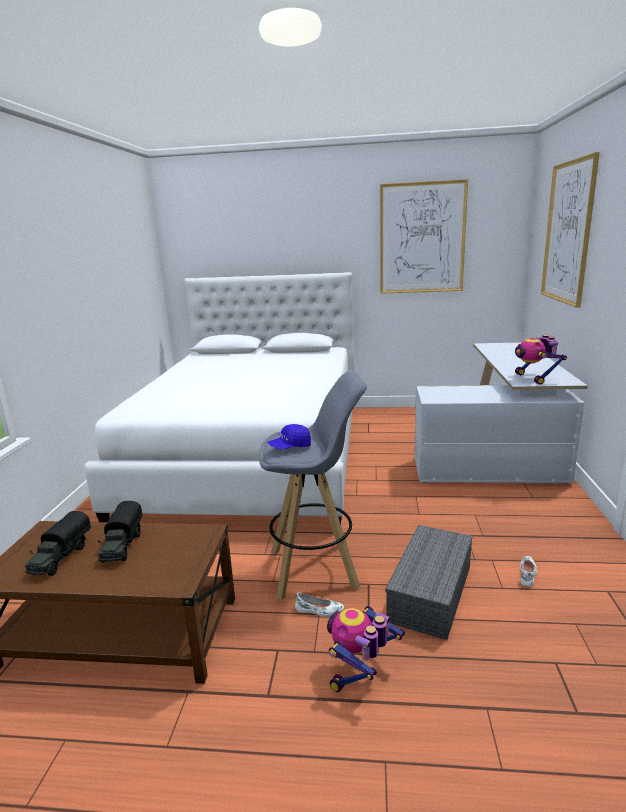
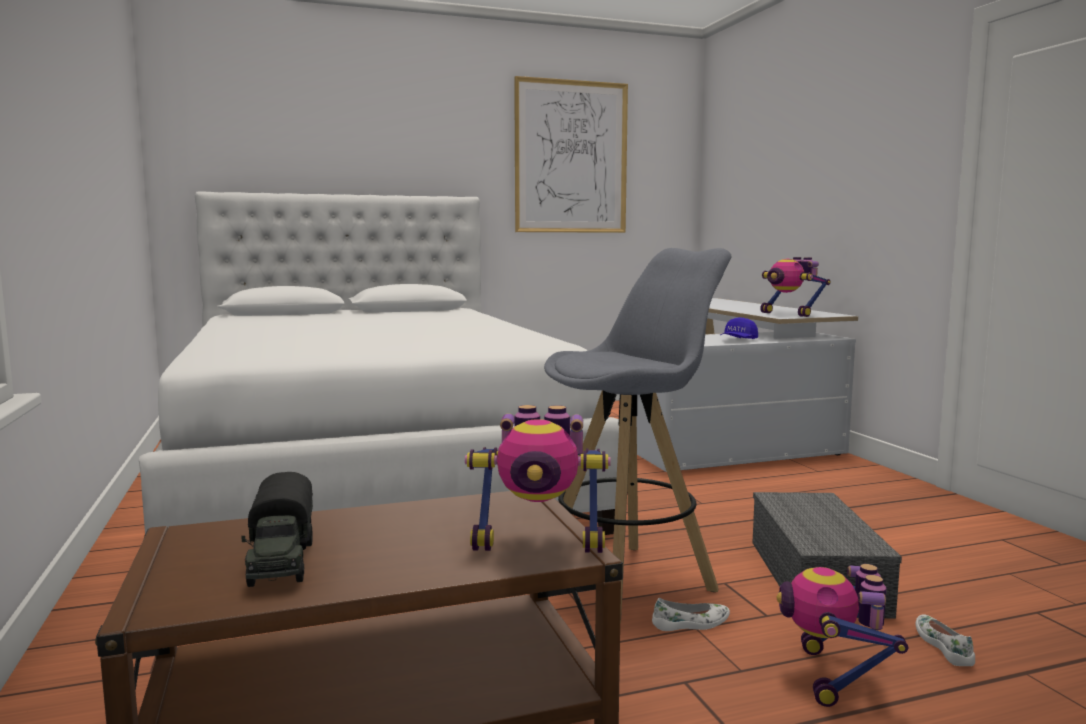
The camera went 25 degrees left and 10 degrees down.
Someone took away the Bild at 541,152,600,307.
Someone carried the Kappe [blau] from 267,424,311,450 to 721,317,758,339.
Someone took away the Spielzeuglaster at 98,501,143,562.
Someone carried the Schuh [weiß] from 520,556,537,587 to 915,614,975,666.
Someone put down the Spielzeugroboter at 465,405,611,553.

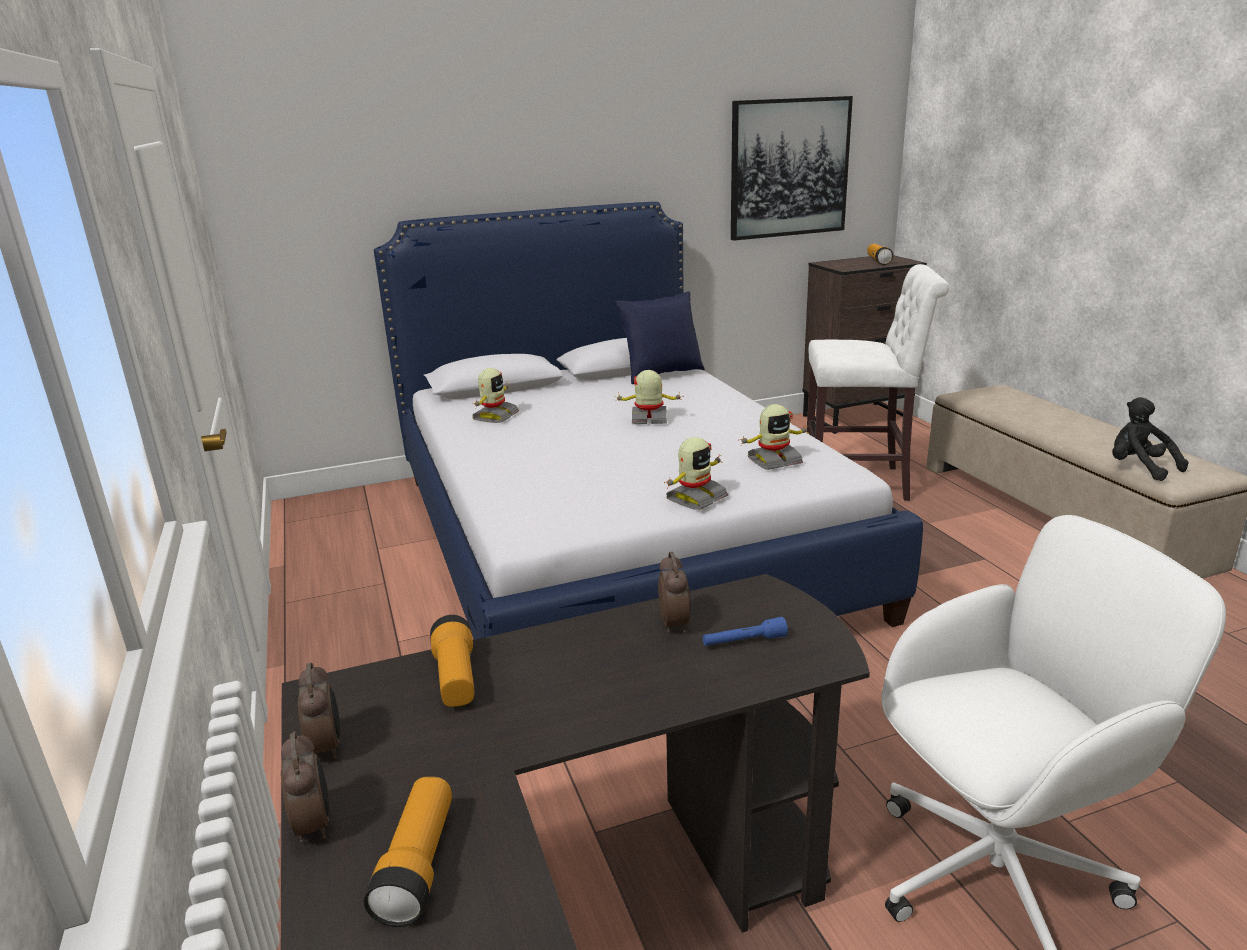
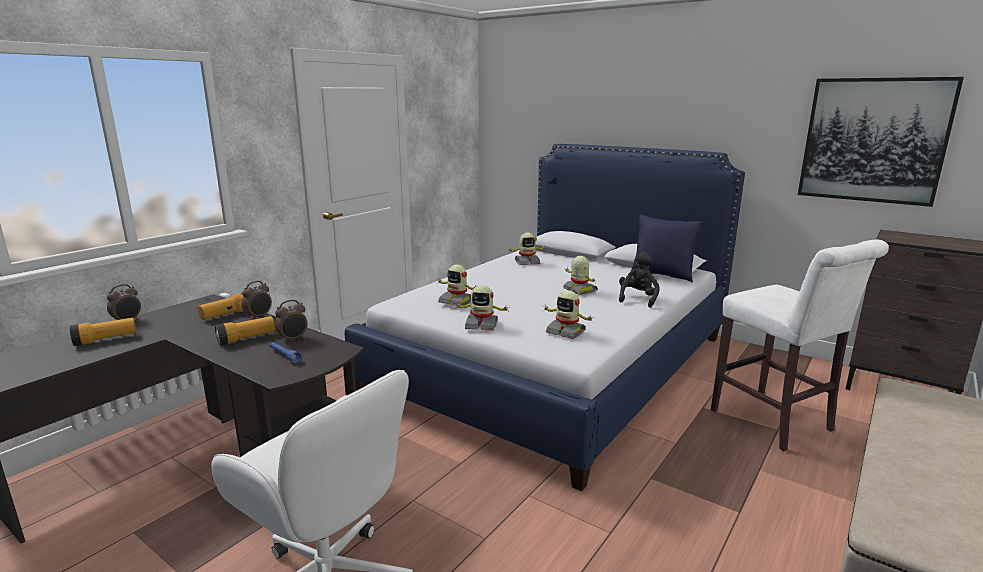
The camera went 55 degrees right and 5 degrees down.
Someone carried the Taschenlampe from 867,244,893,265 to 215,316,275,346.
Someone carried the Plüschtier [schwarz] from 1112,397,1189,481 to 619,252,660,308.
Someone carried the Wecker from 298,663,340,759 to 242,281,272,320.
Someone put down the Spielzeugroboter at 437,265,476,306.

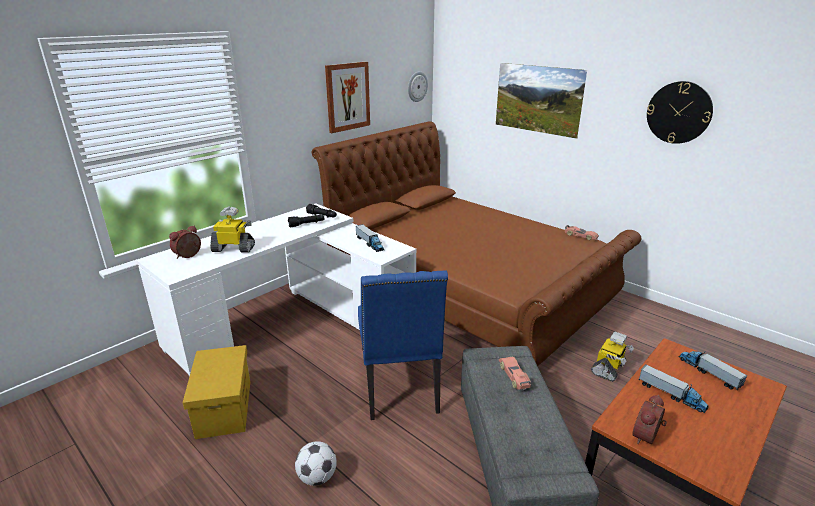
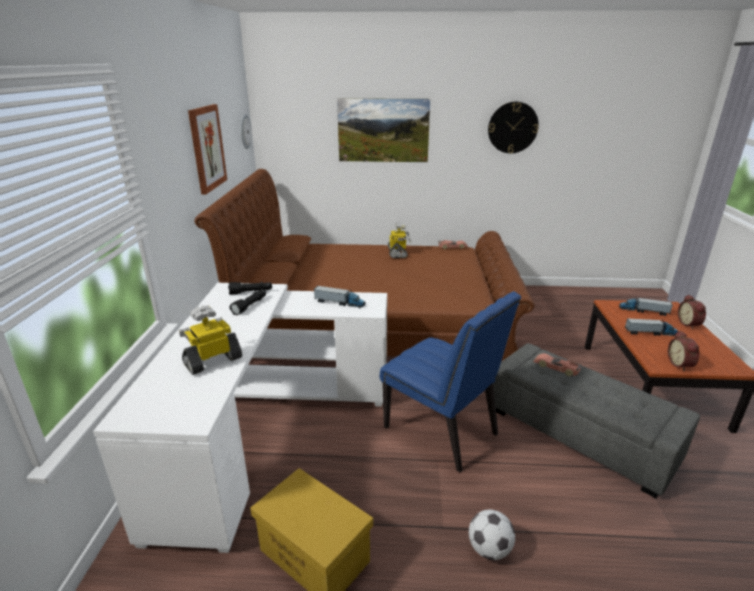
The camera went 40 degrees left and 0 degrees up.
Someone carried the Wecker from 169,226,201,259 to 678,295,706,329.
Someone carried the Spielzeugroboter from 591,331,634,382 to 388,223,411,258.

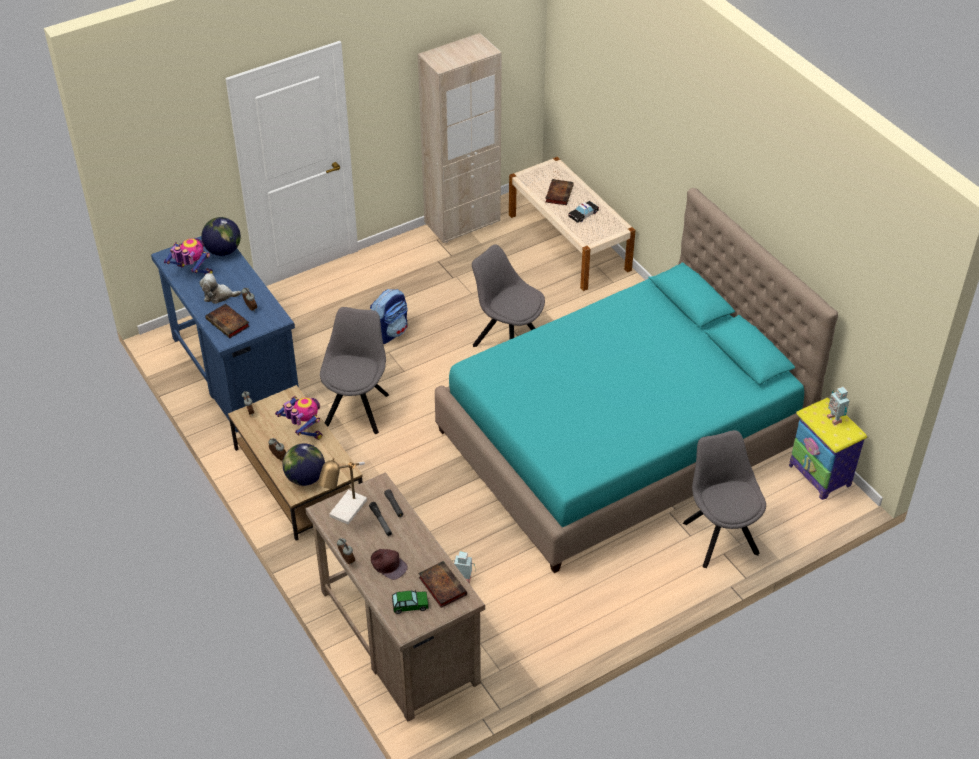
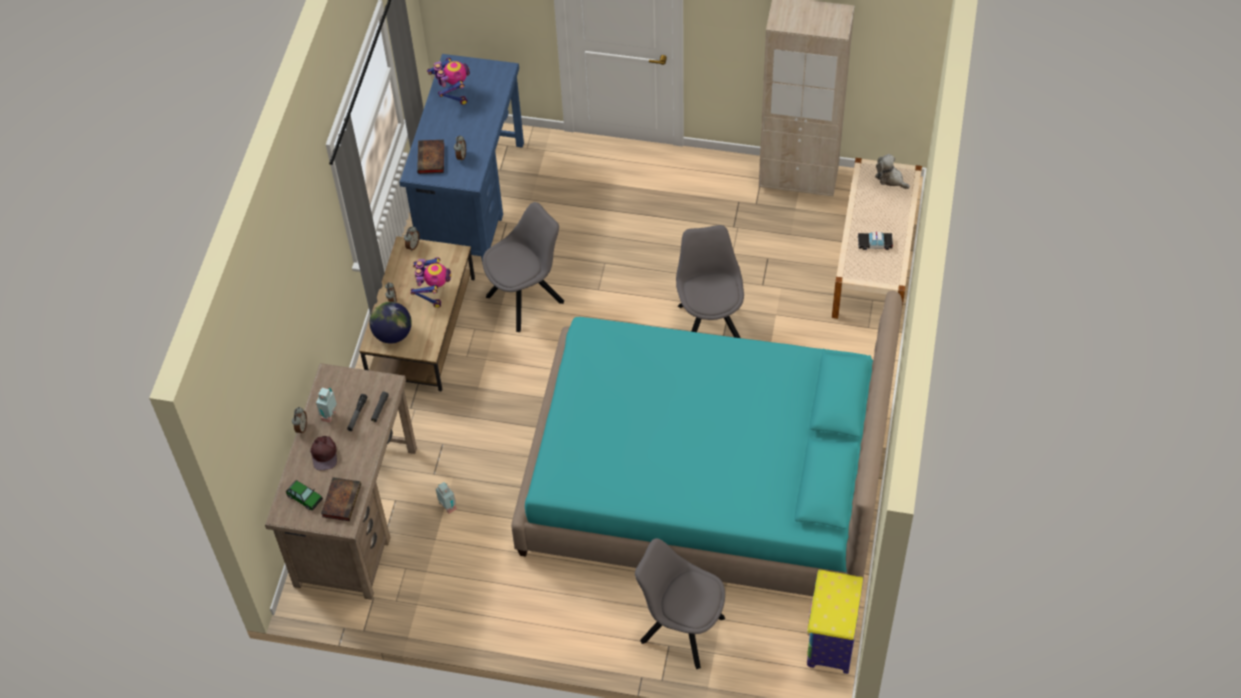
The camera went 45 degrees right and 10 degrees up.
Someone took away the Buch at 545,179,574,205.
Someone took away the Globus at 201,217,241,256.
Someone carried the Plüschtier from 199,273,241,304 to 875,154,910,189.
Someone took away the Rucksack at 370,289,407,344.
Someone carried the Spielzeugroboter from 827,387,849,425 to 316,387,337,423.
Someone rotated the Stuhl [grau] at 683,430,766,568 by 90 degrees counterclockwise.
Someone took away the Tischlampe at 318,458,367,524.

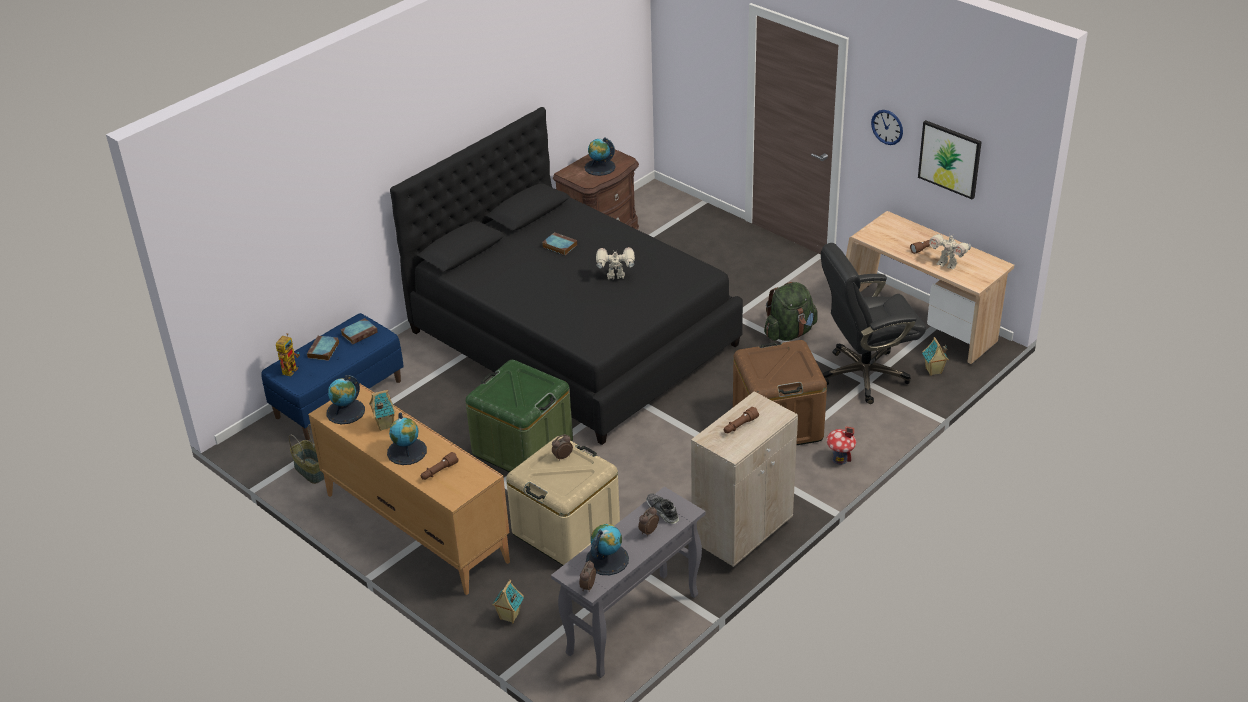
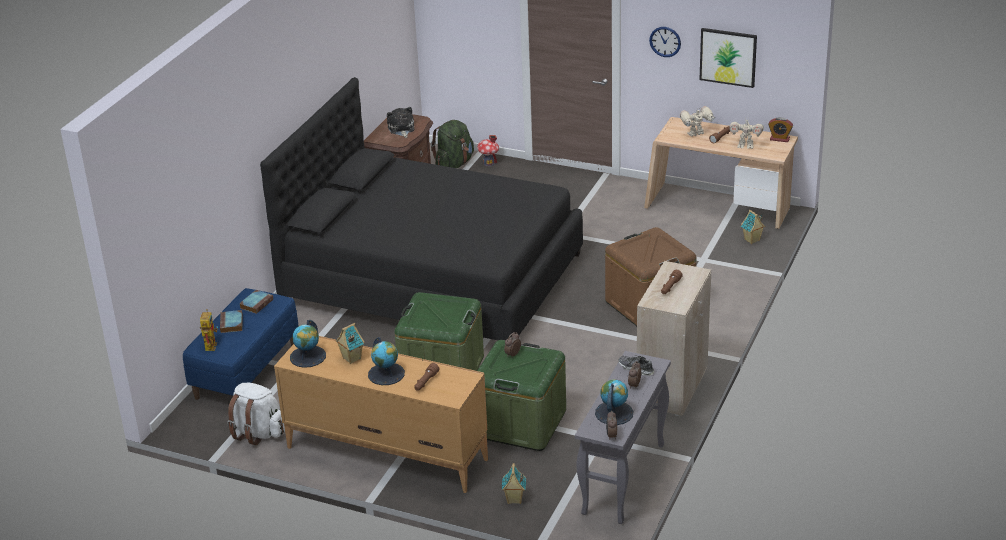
The camera went 20 degrees left and 5 degrees down.
Someone swapped the Globus at 585,137,616,176 for the Plüschtier at 387,107,414,138.
Someone took away the Buch at 543,232,578,255.
Someone took away the Bürostuhl [schwarz] at 821,243,926,404.
Someone carried the Spielzeugroboter from 596,247,635,280 to 680,106,715,137.
Someone carried the Rucksack [grün] from 764,282,818,341 to 431,120,474,168.
Someone swapped the Korb at 289,424,324,484 for the Rucksack [weiß] at 227,383,285,445.
Someone carried the Spielzeughaus from 826,426,856,465 to 477,135,499,166.
Someone repainted the Aufbewahrungsbox [beige] at 506,436,620,565, which became the Aufbewahrungsbox [grün] at 477,340,566,451.
Someone put down the Wecker at 768,117,793,142.

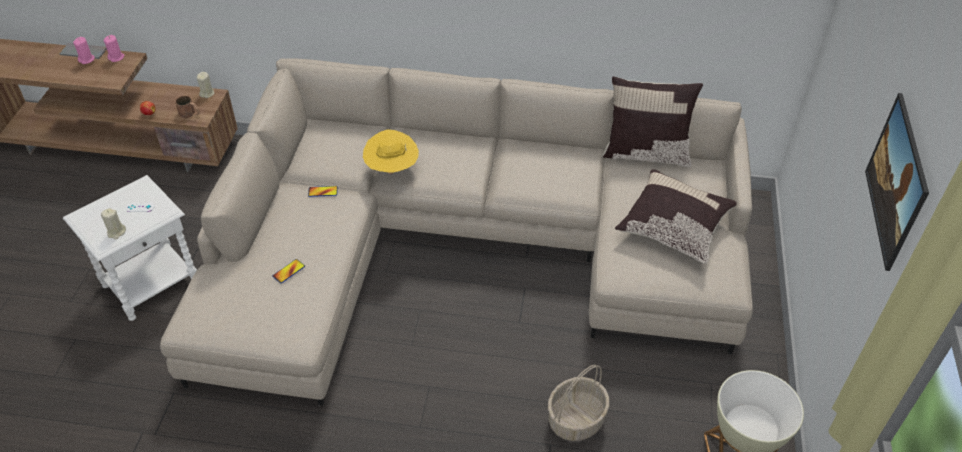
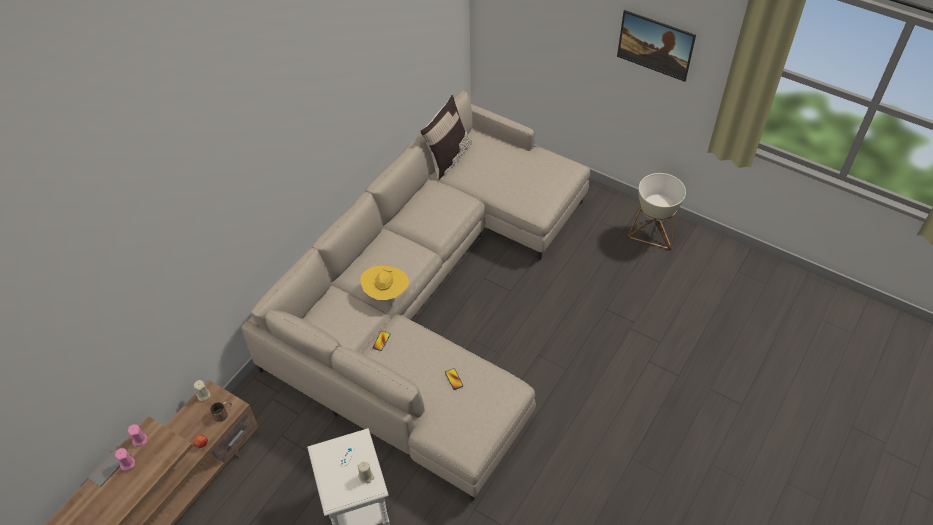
The camera went 65 degrees left and 5 degrees up.
Someone took away the Kissen at 615,169,737,264.
Someone took away the Korb at 548,365,609,441.

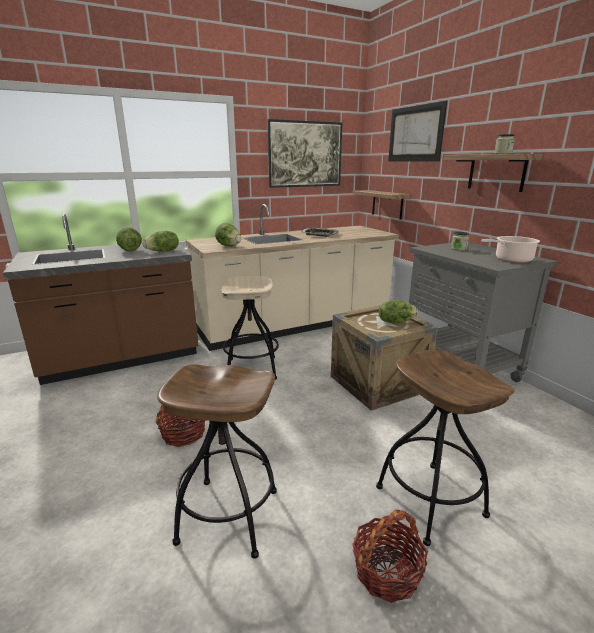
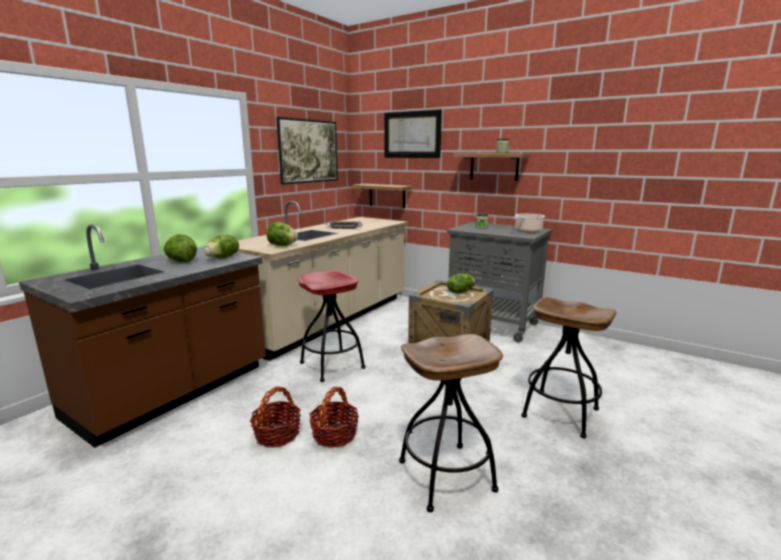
The camera went 30 degrees left and 5 degrees down.
Someone repainted the Hocker [beige] at 222,276,279,380, which became the Hocker [rot] at 298,270,365,382.
Someone carried the Korb from 352,510,428,603 to 250,387,301,447.

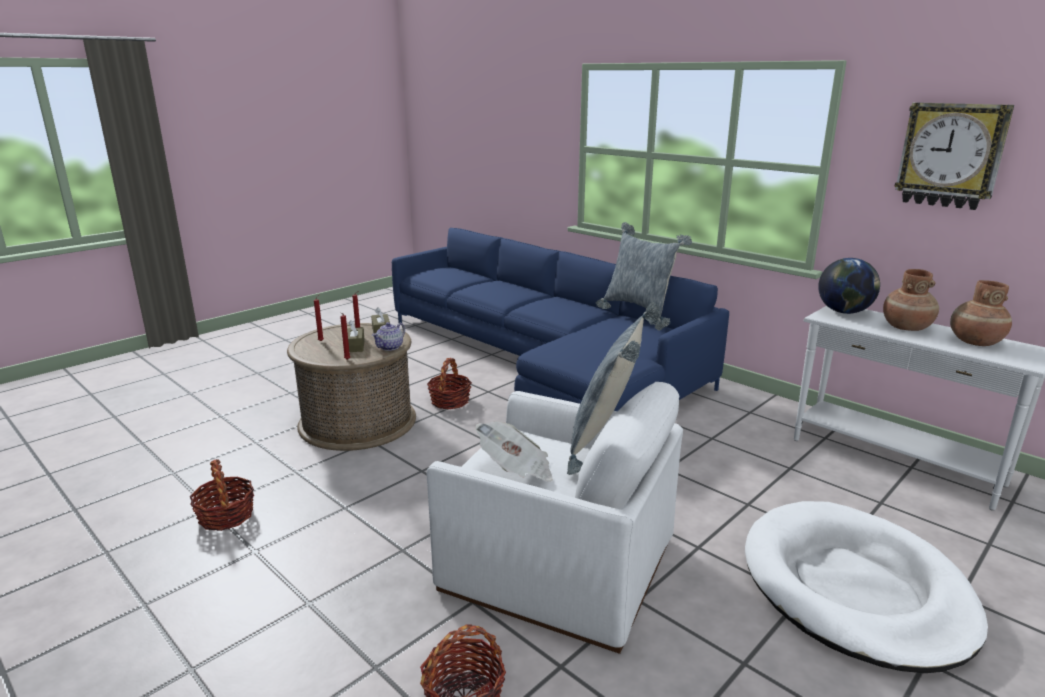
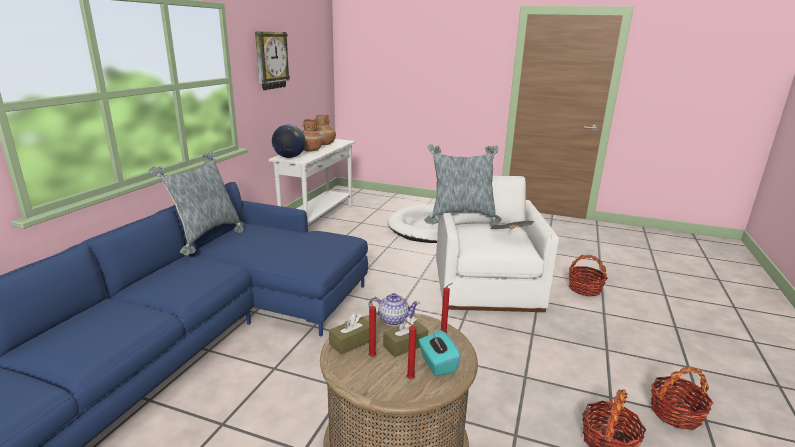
The camera went 115 degrees left and 0 degrees up.
Someone carried the Korb from 427,358,472,409 to 651,367,713,430.
Someone put down the Taschentuchbox [türkis] at 418,330,461,376.

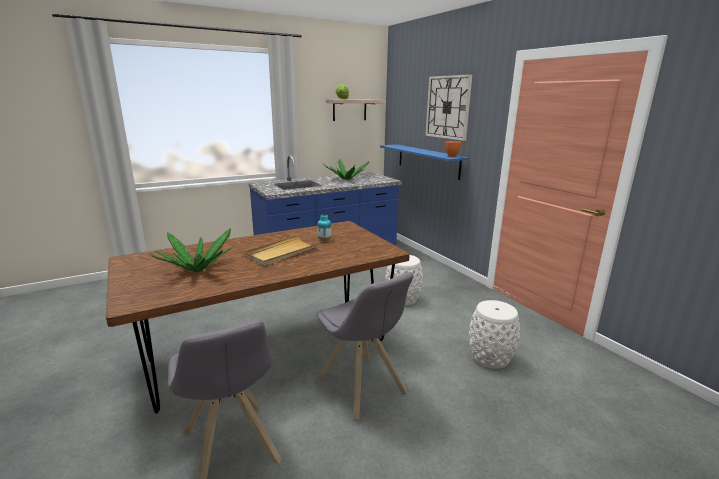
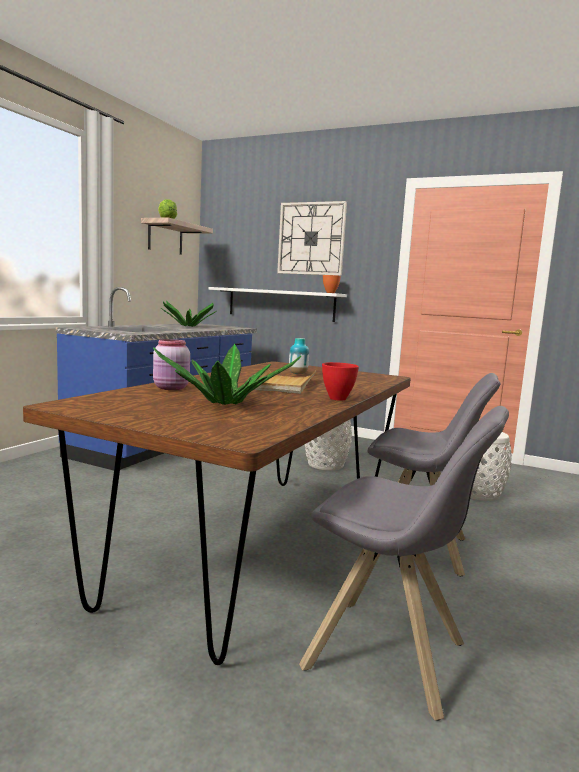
The camera went 35 degrees left and 10 degrees down.
Someone repainted the Wandregal [blau] at 380,144,468,180, which became the Wandregal [weiß] at 209,287,347,322.
Someone put down the Vorratsglas [rosa] at 153,339,190,390.
Someone put down the Schüssel [rot] at 322,362,359,401.

